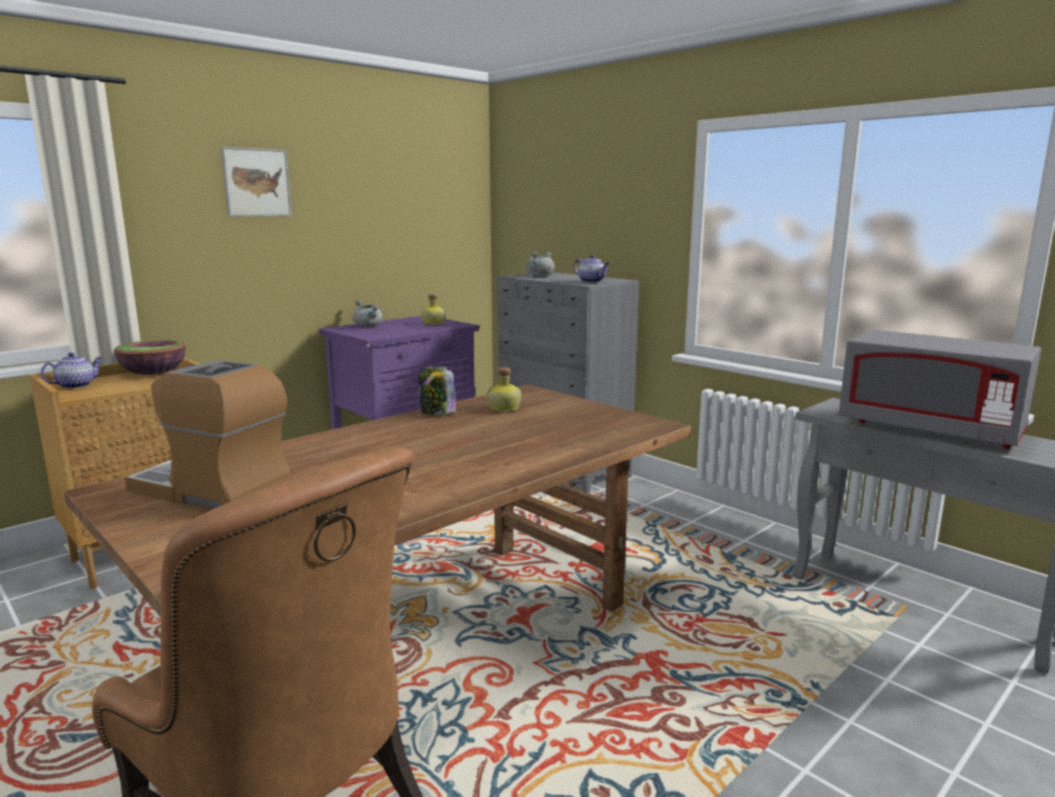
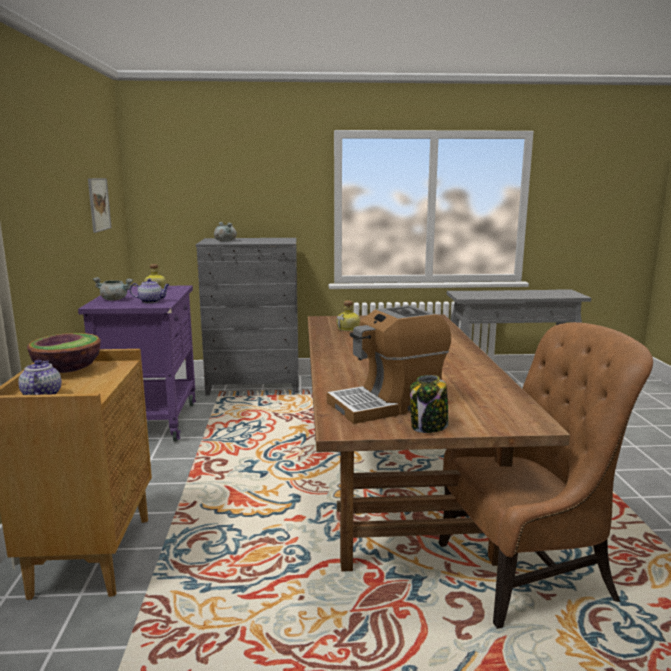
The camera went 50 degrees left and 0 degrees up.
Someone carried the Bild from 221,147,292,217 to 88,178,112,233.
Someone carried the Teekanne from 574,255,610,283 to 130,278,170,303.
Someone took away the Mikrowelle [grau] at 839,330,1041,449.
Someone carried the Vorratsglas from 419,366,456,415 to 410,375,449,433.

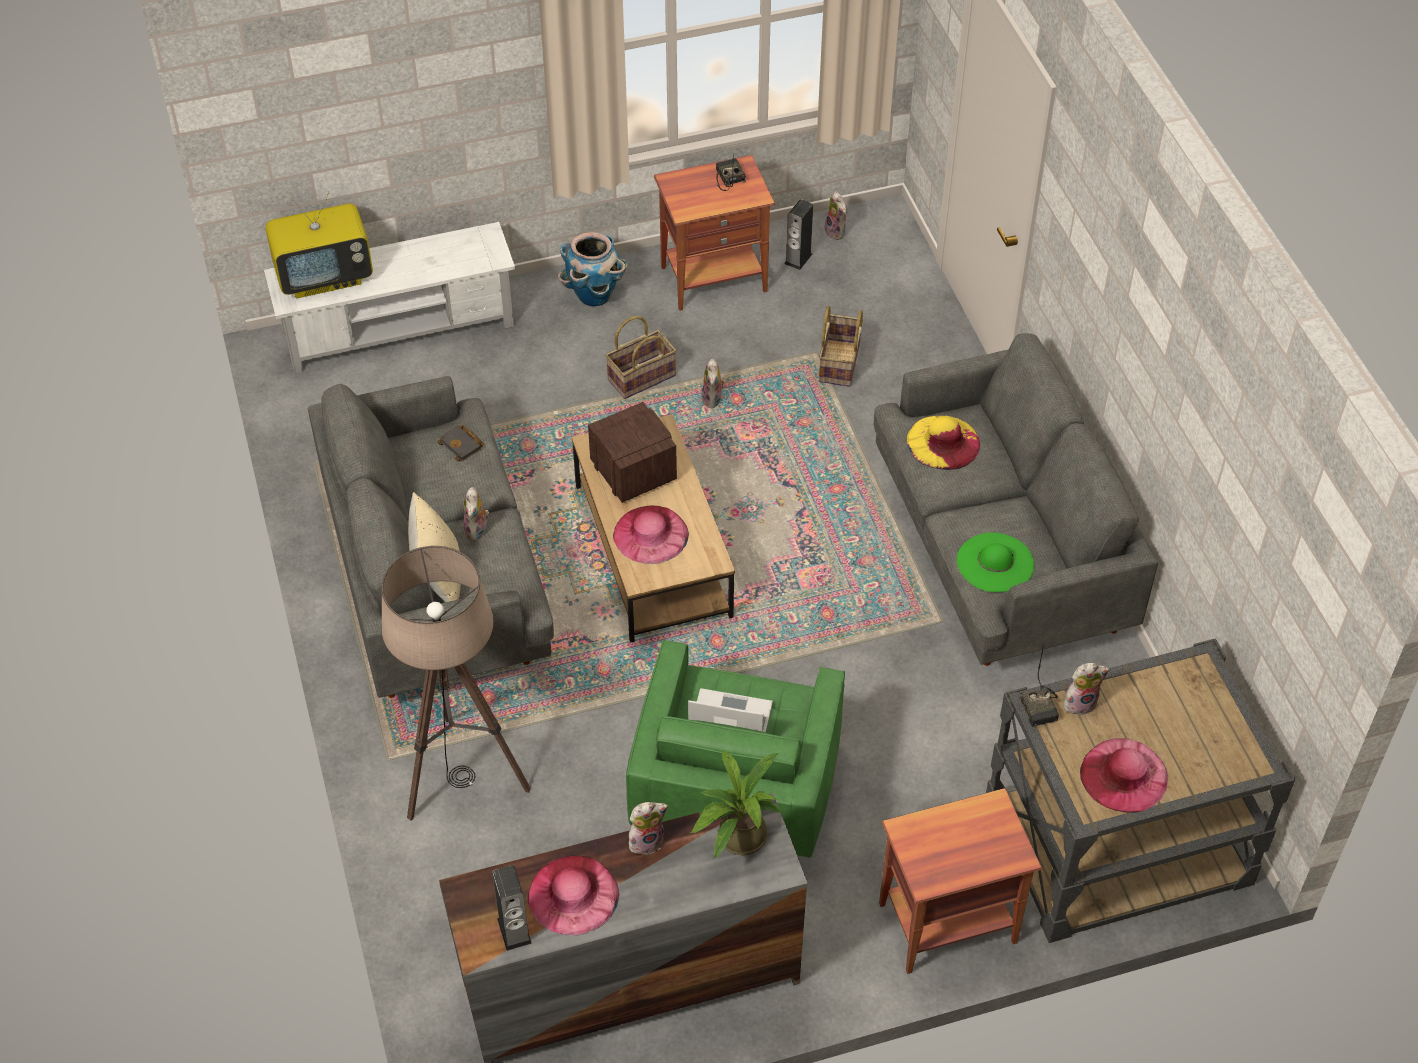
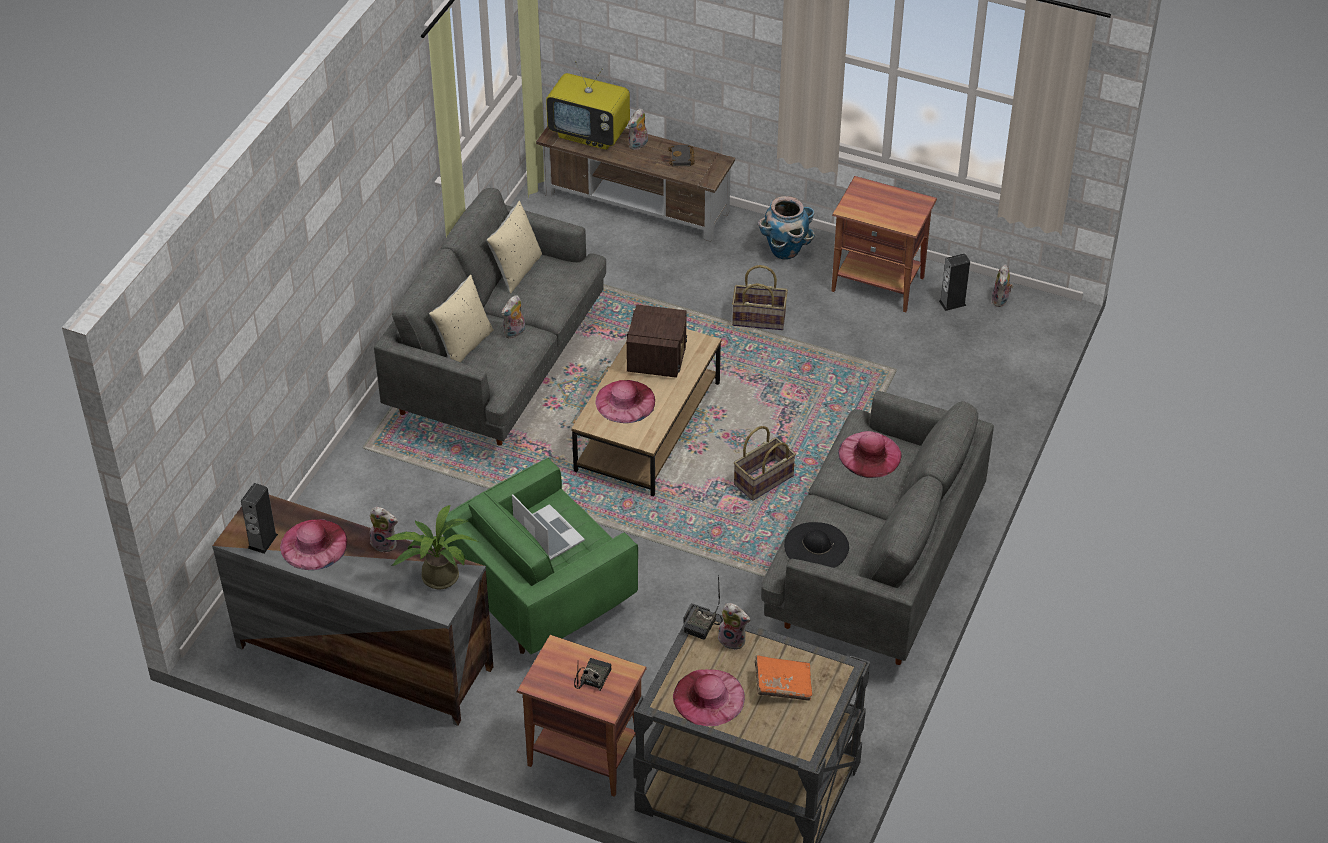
The camera went 40 degrees right and 5 degrees down.
Someone carried the Radio from 716,153,746,191 to 574,658,611,691.
Someone repainted the Fernsehschrank [weiß] at 264,222,515,374, which became the Fernsehschrank [braun] at 536,126,735,242.
Someone carried the Korb from 819,306,863,387 to 734,426,796,501.
Someone carried the Plüschtier from 702,358,726,408 to 628,108,648,150.
Someone repainted the Hut [gelb] at 906,416,980,470, which became the Hut [rosa] at 838,431,902,478.
Someone carried the Buch [schwarz] from 437,425,484,462 to 668,145,695,166.
Someone repainted the Hut [grün] at 957,532,1034,592, which became the Hut [schwarz] at 784,522,849,568.
Someone took away the Stehlampe at 381,546,531,821.
Someone put down the Kissen [beige] at 487,201,542,294.
Someone put down the Buch [orange] at 755,655,812,701.

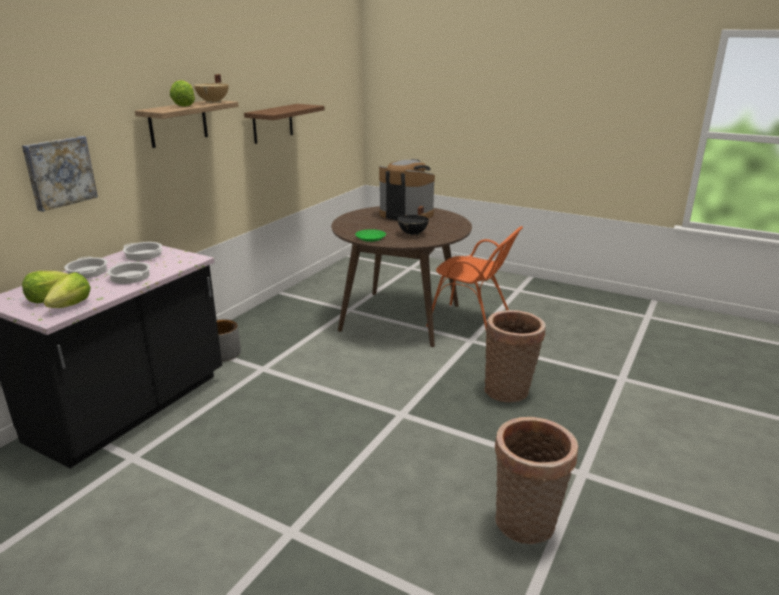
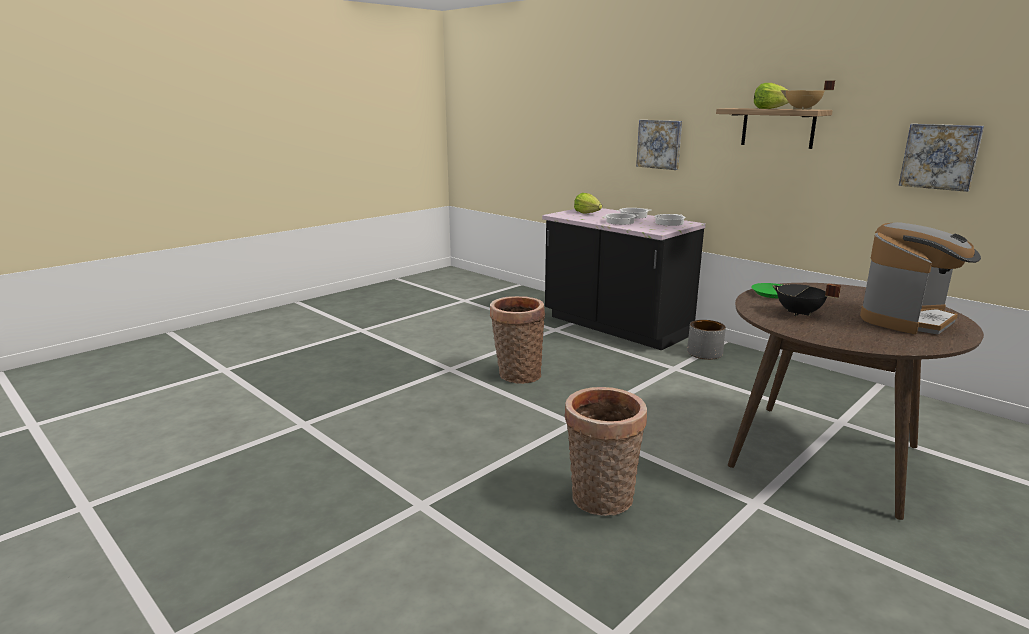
The camera went 105 degrees right and 5 degrees down.
Someone swapped the Wandregal [braun] at 244,104,325,144 for the Bild at 899,124,984,192.
Someone took away the Stuhl [orange] at 425,226,523,329.
Someone took away the Salatkopf at 43,272,91,308.
Someone carried the Korb from 495,417,578,544 to 490,296,545,384.

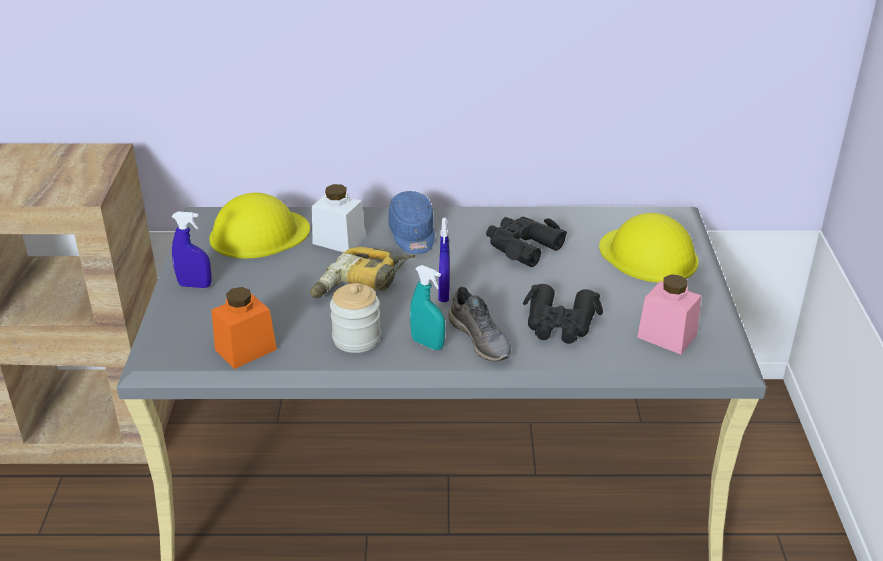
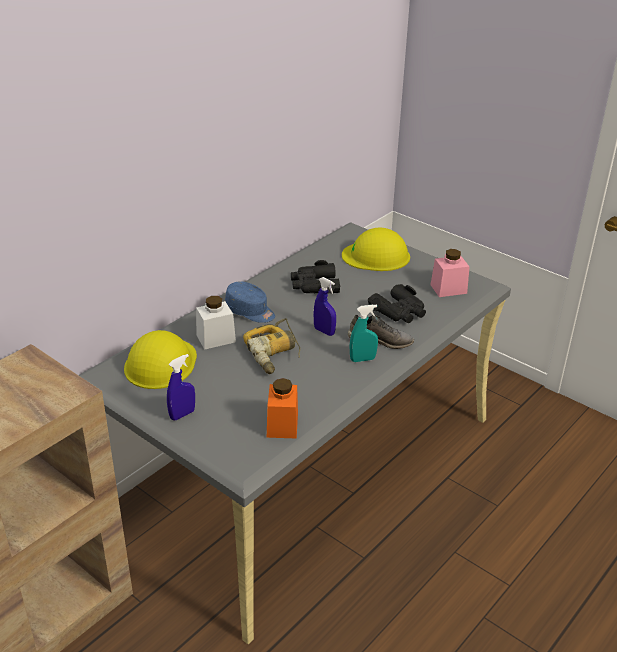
The camera went 50 degrees left and 0 degrees up.
Someone took away the Vorratsglas at 330,283,381,353.

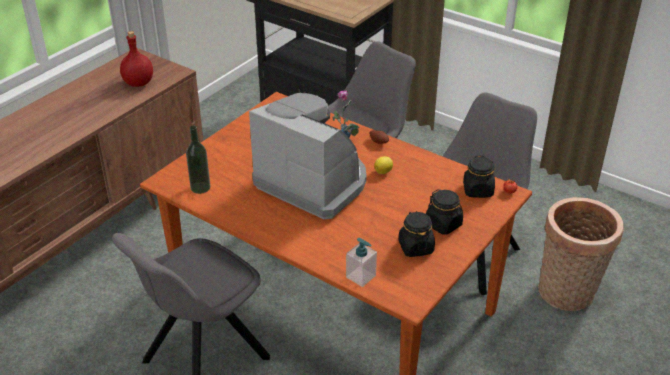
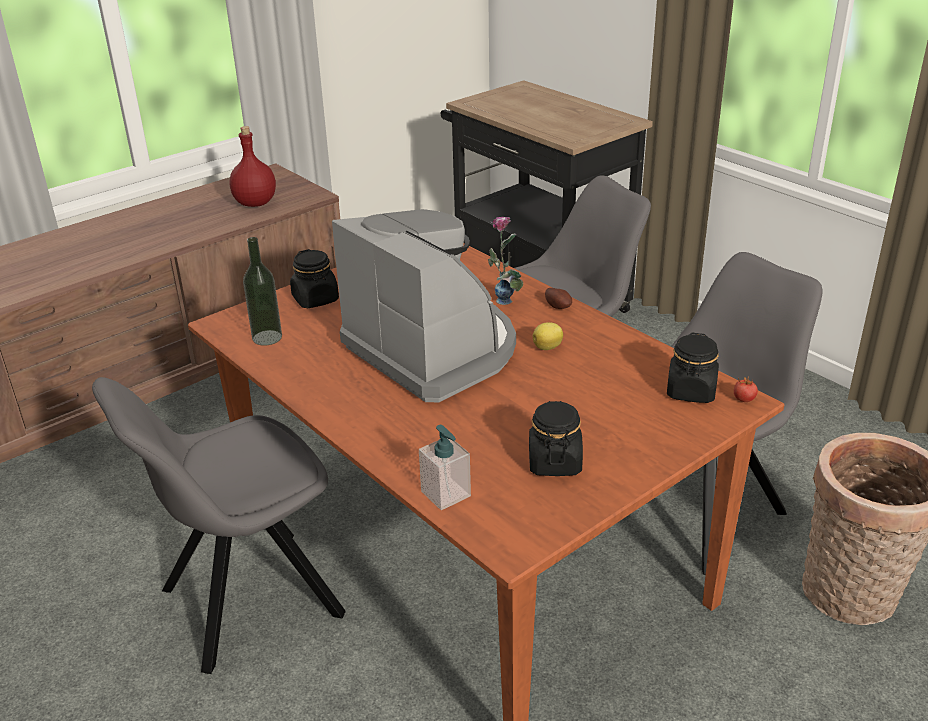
The camera went 15 degrees right and 5 degrees down.
Someone carried the Vorratsglas [schwarz] from 426,189,463,235 to 290,249,339,308.

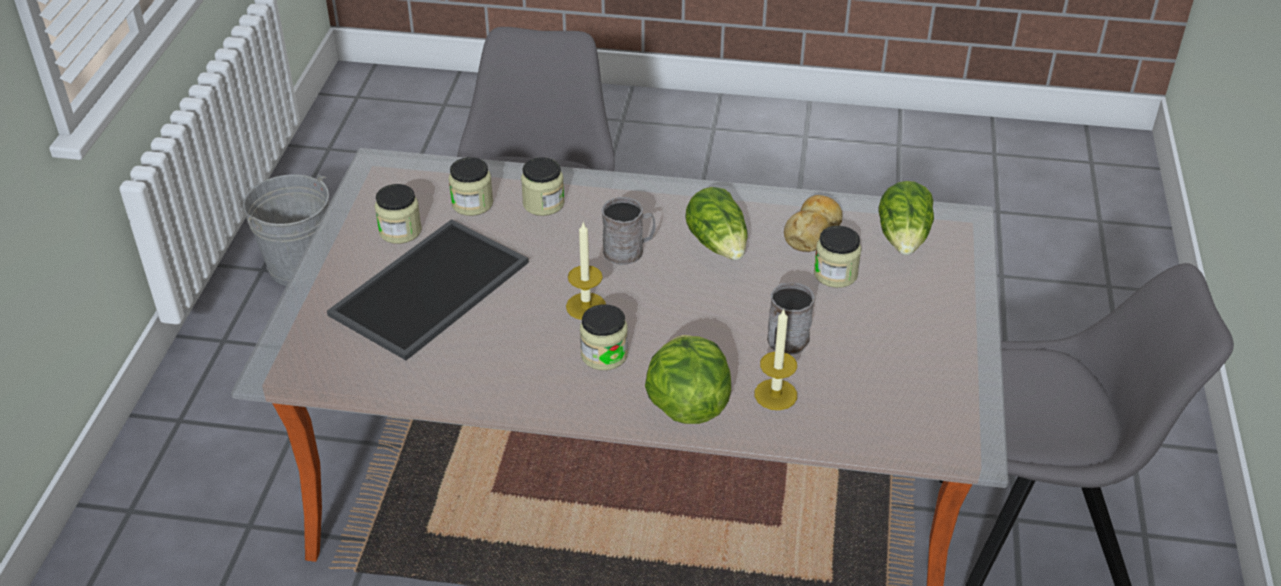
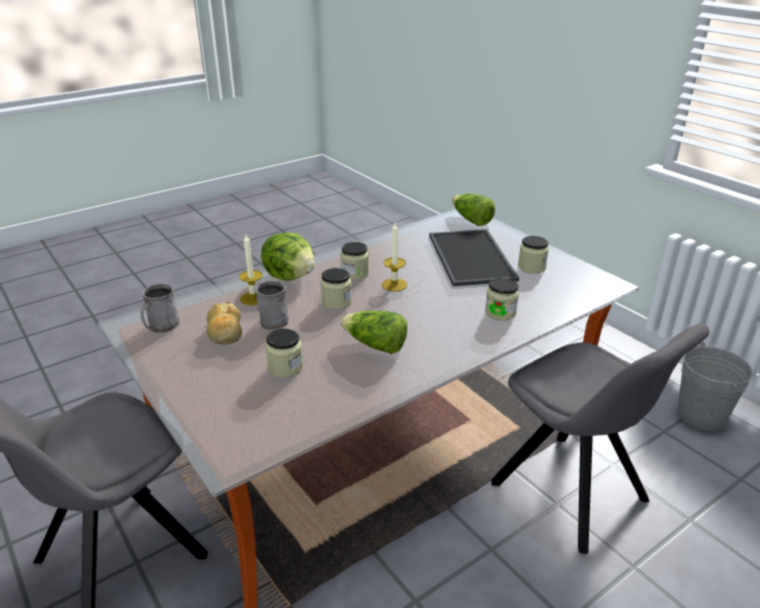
The camera went 135 degrees right and 10 degrees down.
Someone carried the Vorratsglas from 448,157,493,216 to 321,268,352,310.
Someone carried the Salatkopf from 879,181,934,255 to 452,194,495,226.
Someone carried the Brot from 784,195,842,252 to 207,301,242,345.
Someone carried the Henkelbecher [grau] from 601,197,656,265 to 140,284,180,333.

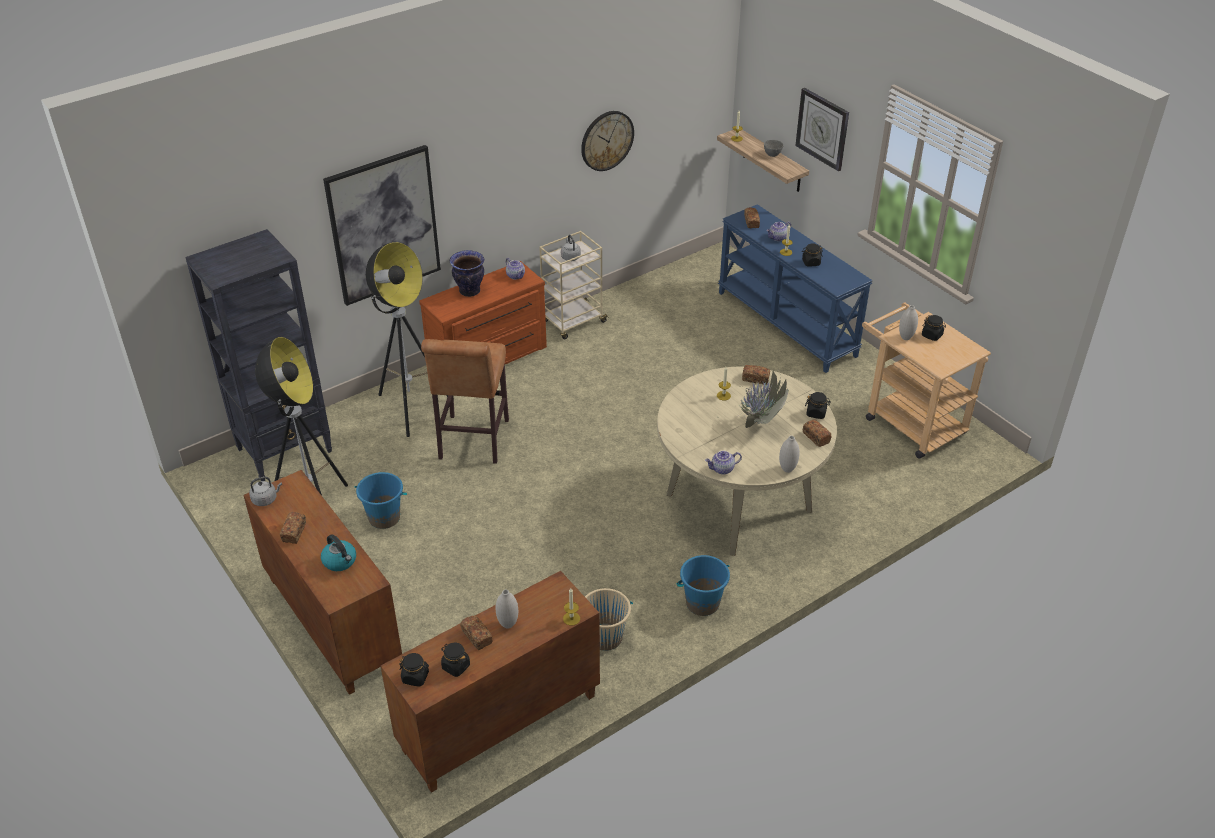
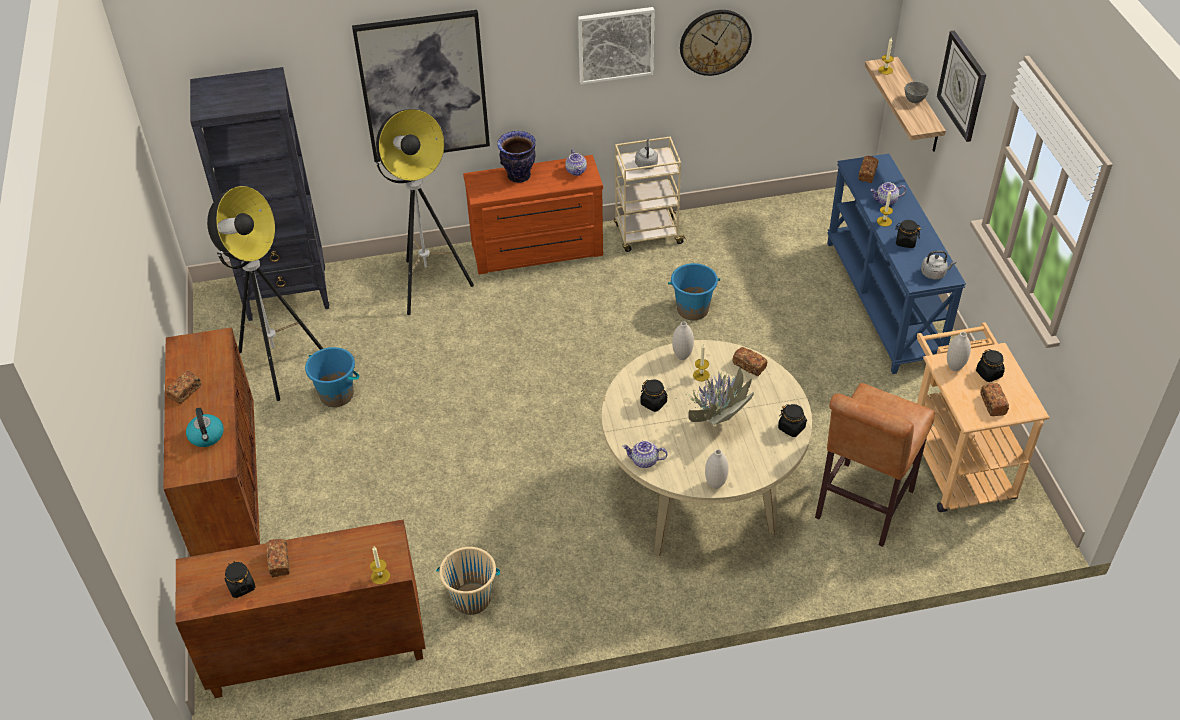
The camera went 25 degrees right and 5 degrees up.
Someone carried the Hocker [braun] from 421,339,509,464 to 815,383,935,547.
Someone carried the Brot from 803,419,832,447 to 981,383,1009,416.
Someone carried the Wasserkessel [grau] from 249,476,282,506 to 921,251,956,279.
Someone carried the Eimer [blau] from 677,555,730,616 to 668,263,720,320.
Someone carried the Vase [weiß] from 496,590,518,629 to 672,321,694,360.
Someone carried the Vorratsglas [schwarz] from 400,653,429,687 to 640,379,667,412.
Someone put up the Bild at 578,7,655,84.

